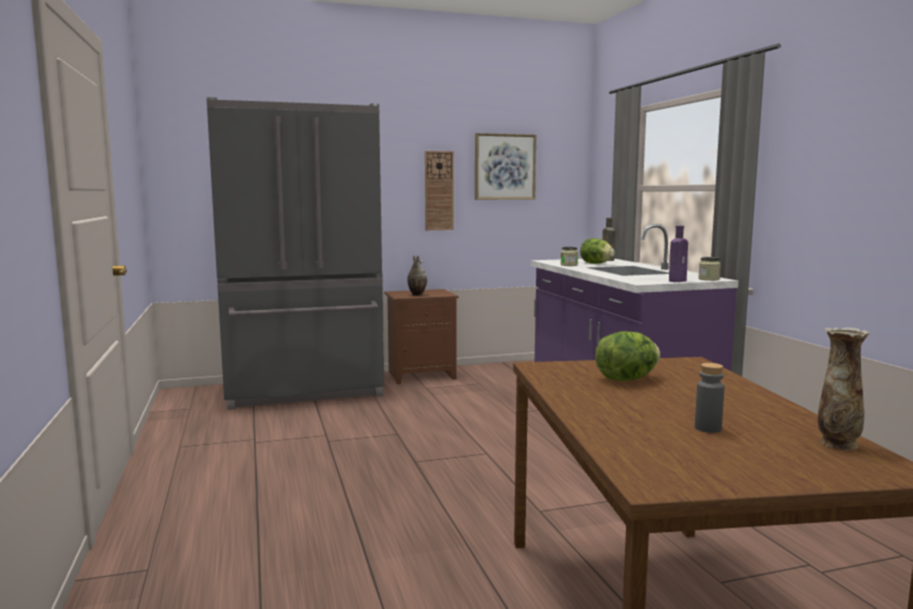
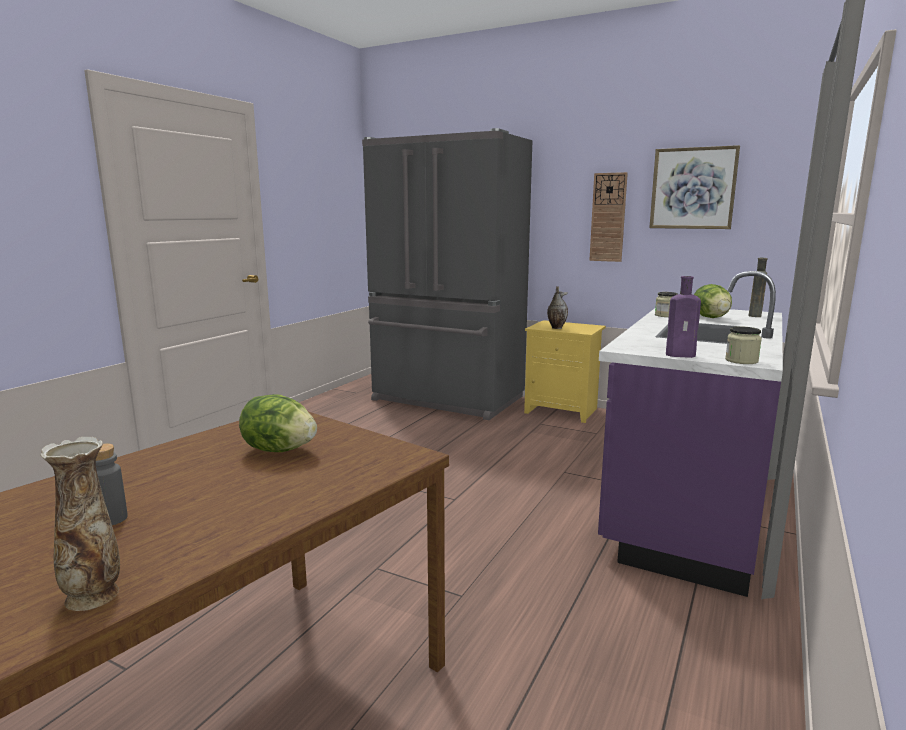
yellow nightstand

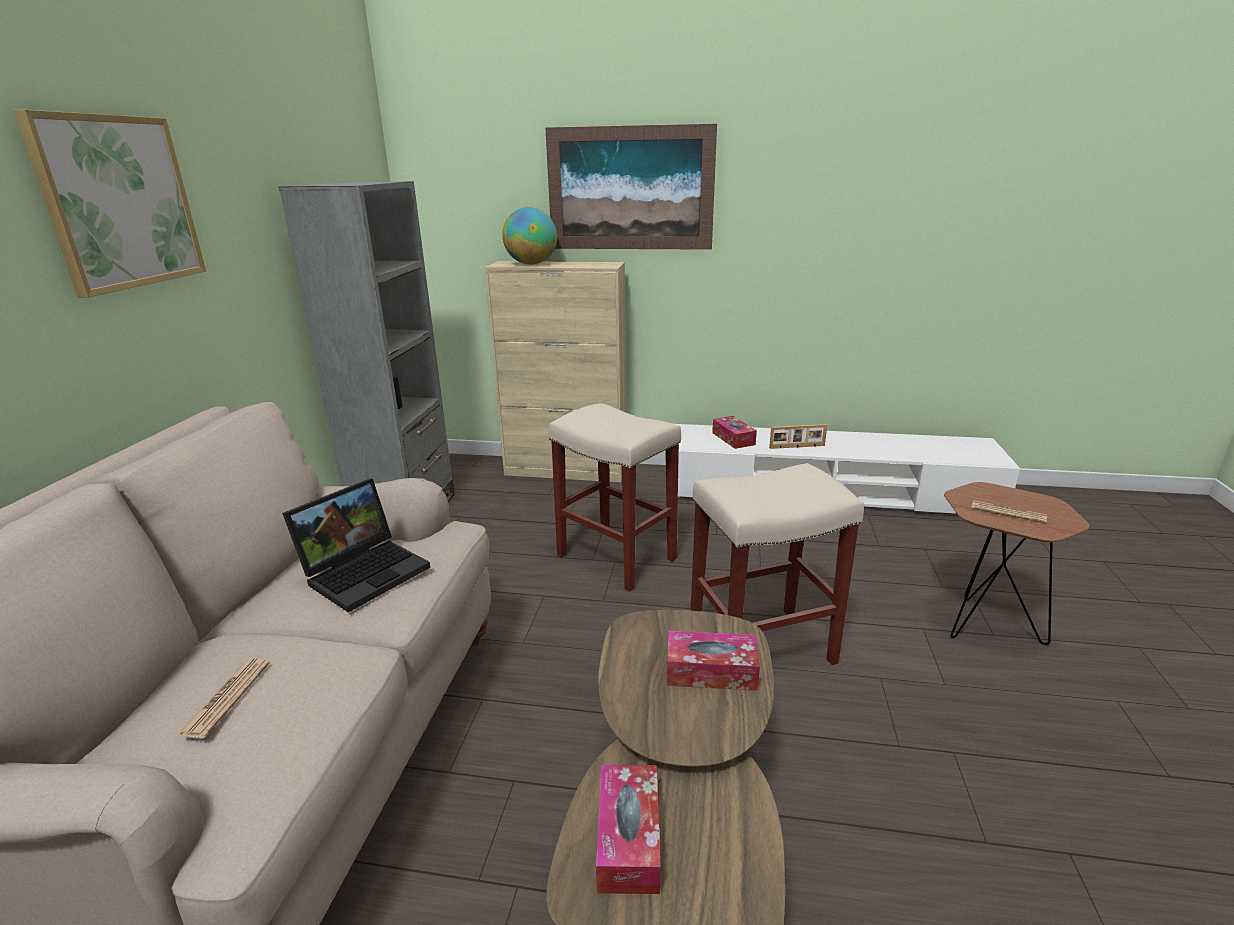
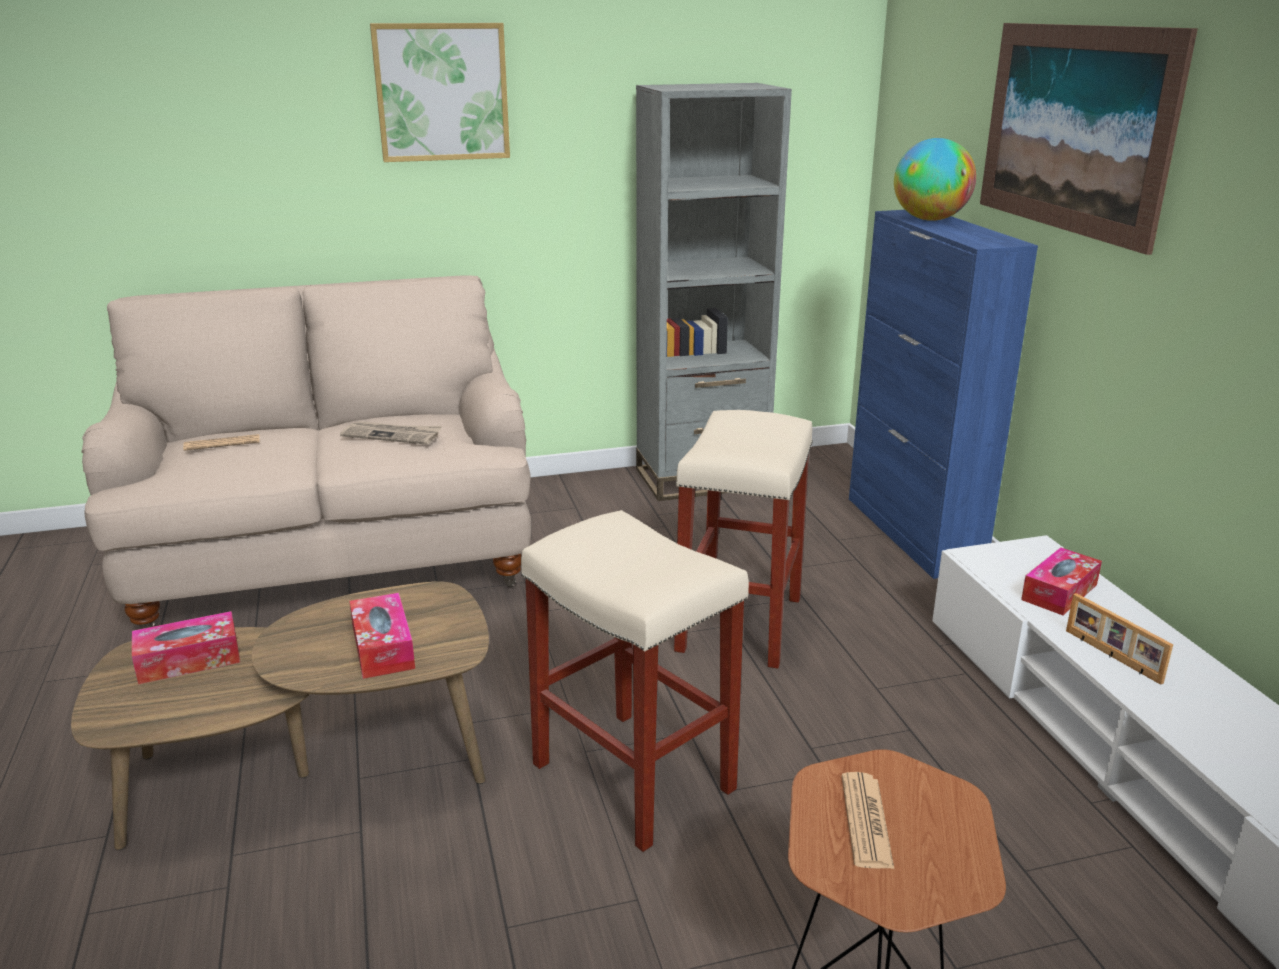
blue cabinet
newspaper (2nd from left)

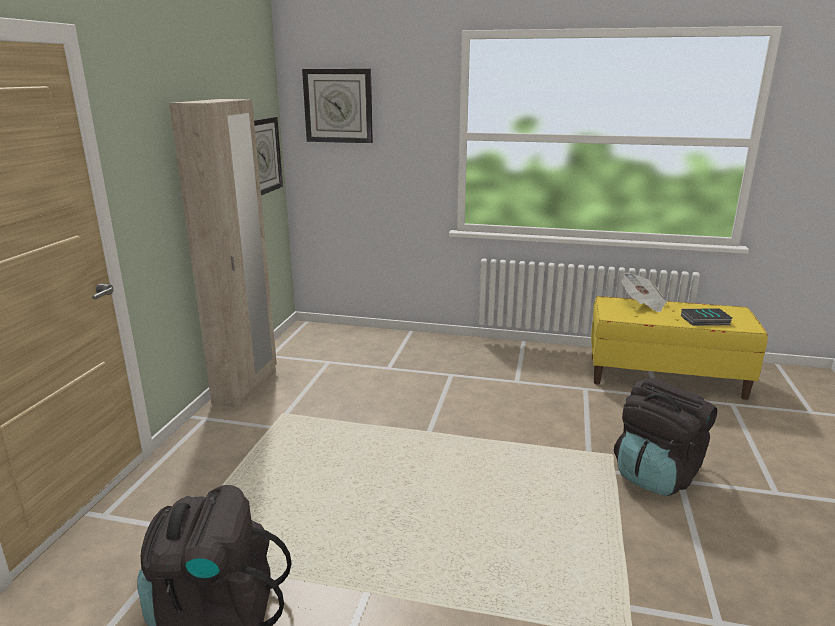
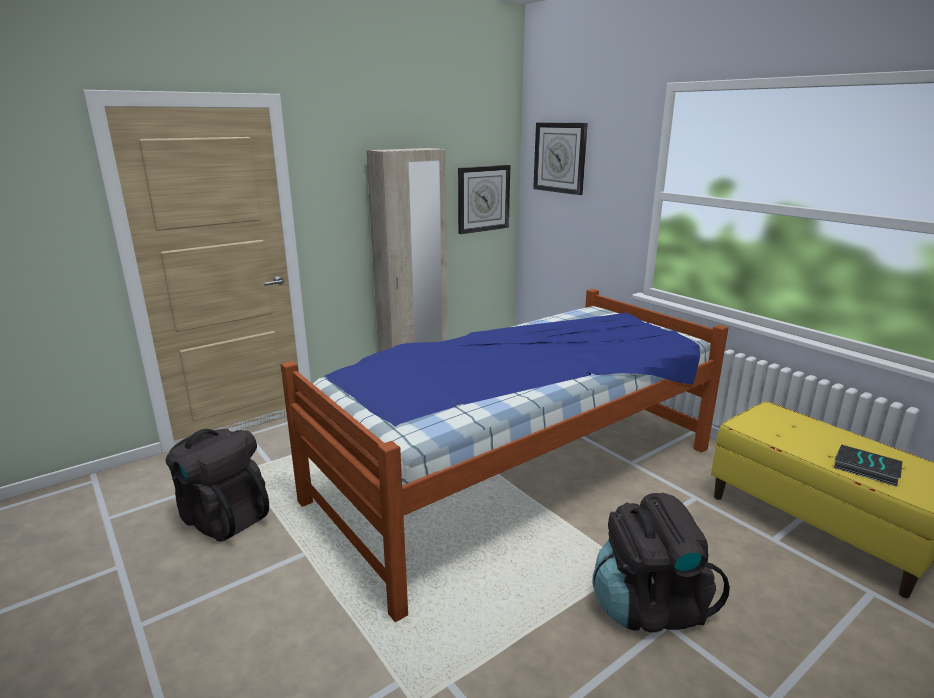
newspaper
bed

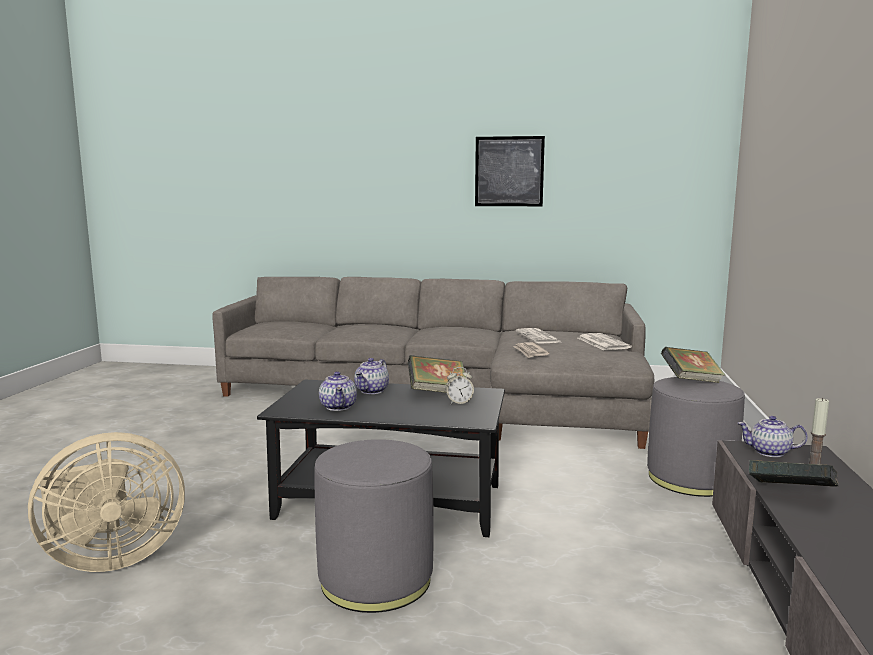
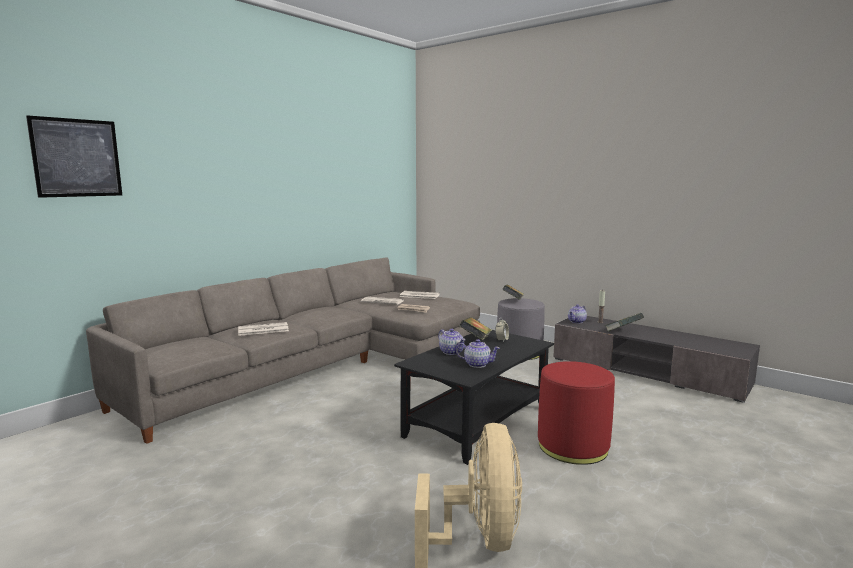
picture
red ottoman
newspaper (1st from left)

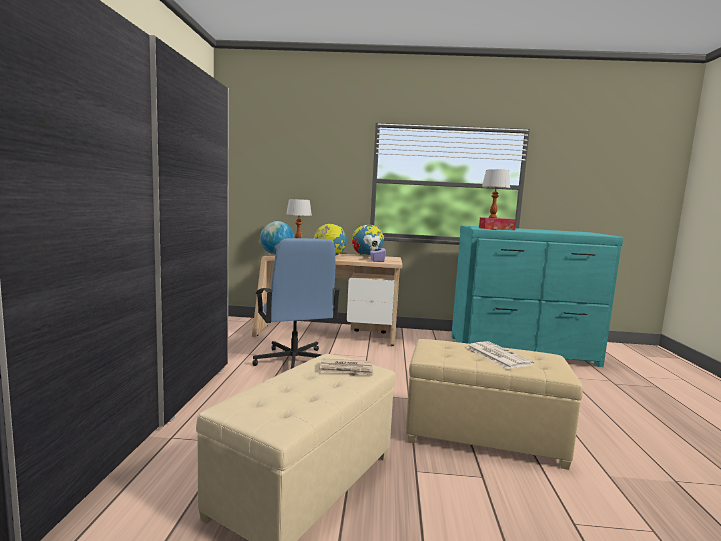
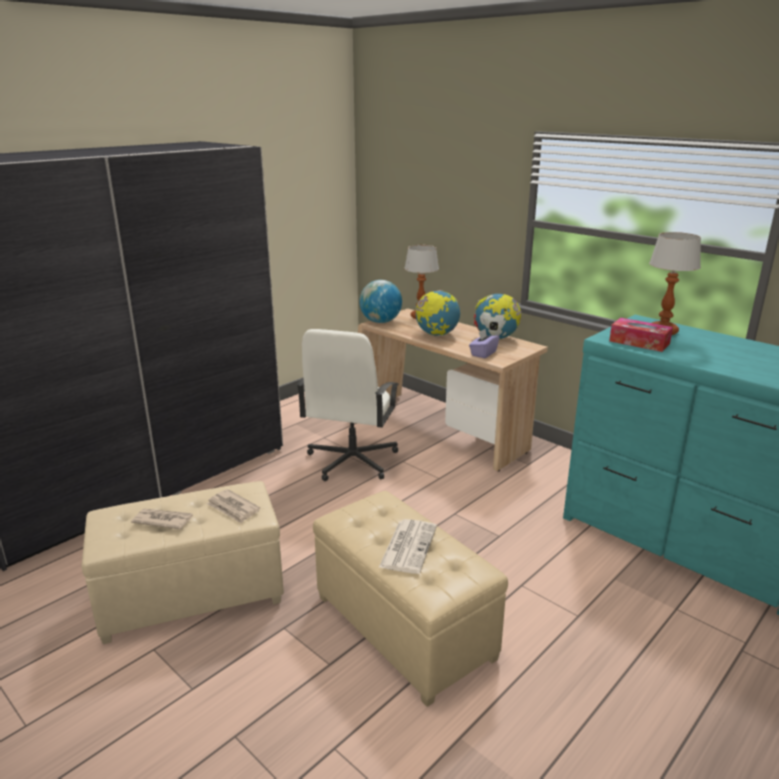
white office chair
newspaper (1st from left)

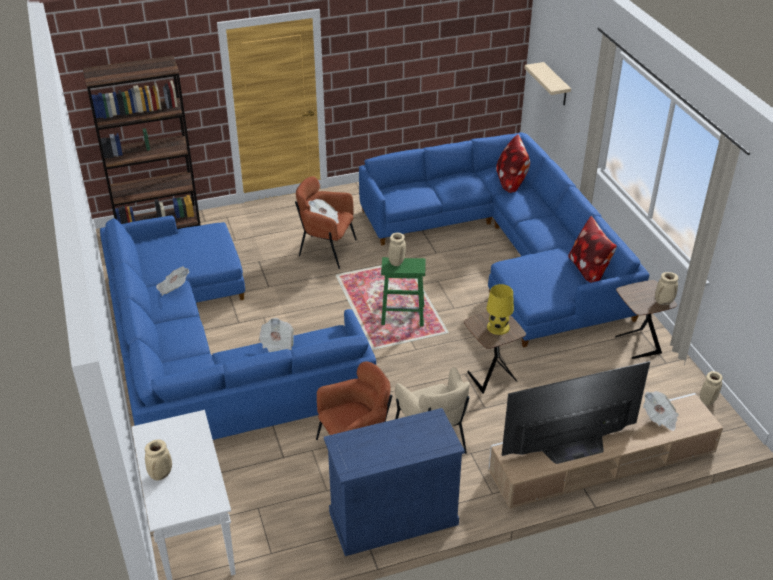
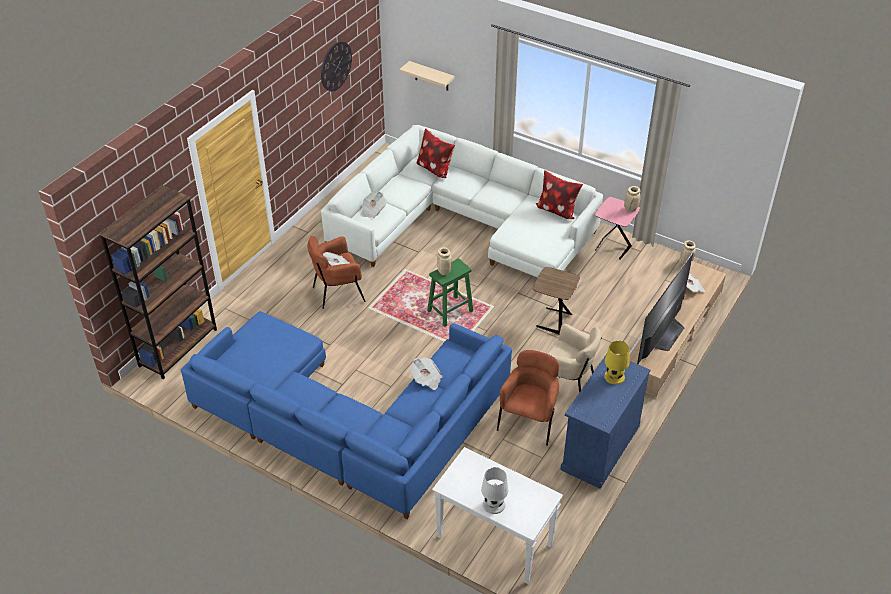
white sofa
newspaper (2nd from left)
pink side table
yellow table lamp
white table lamp
wall clock

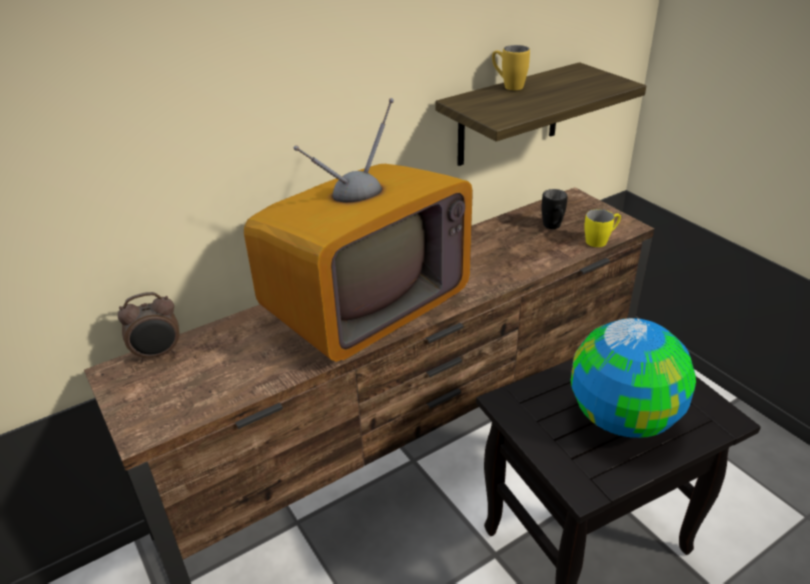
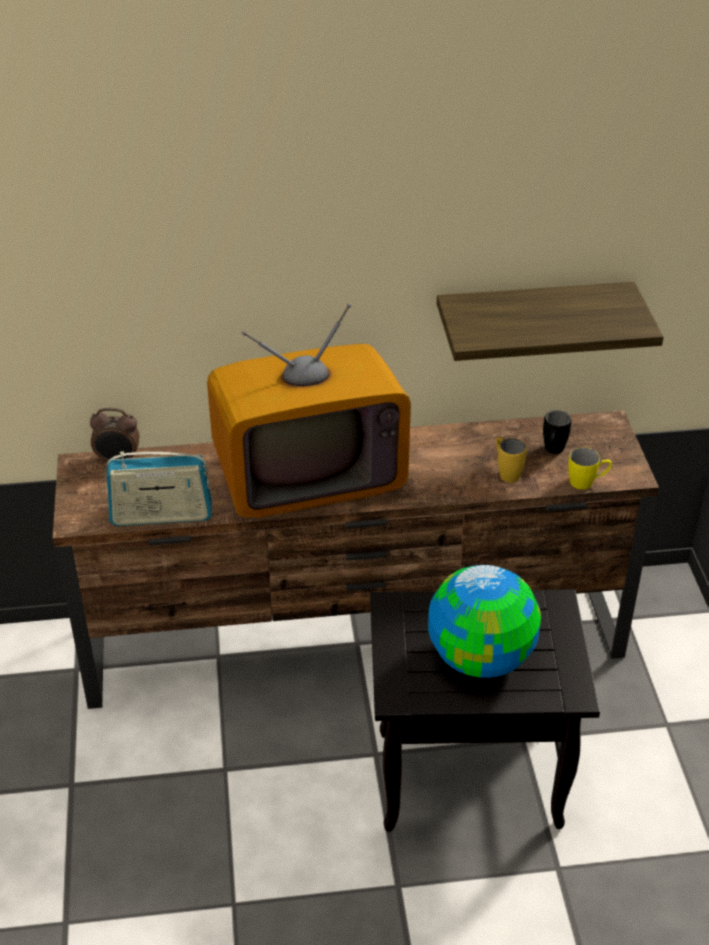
yellow mug (1st from left)
radio

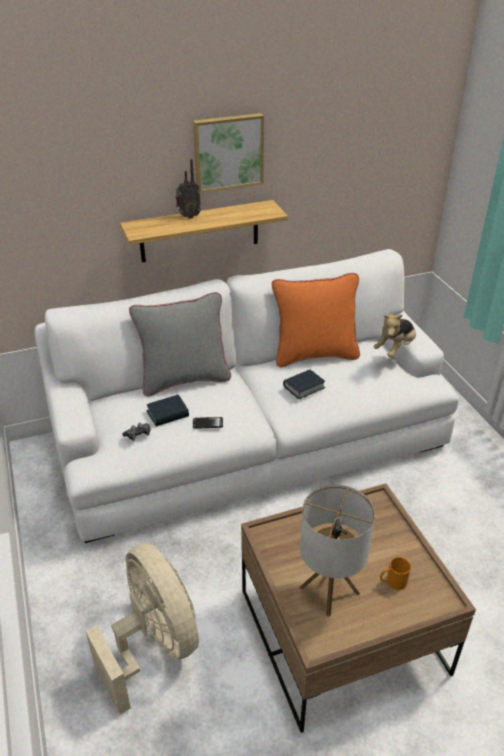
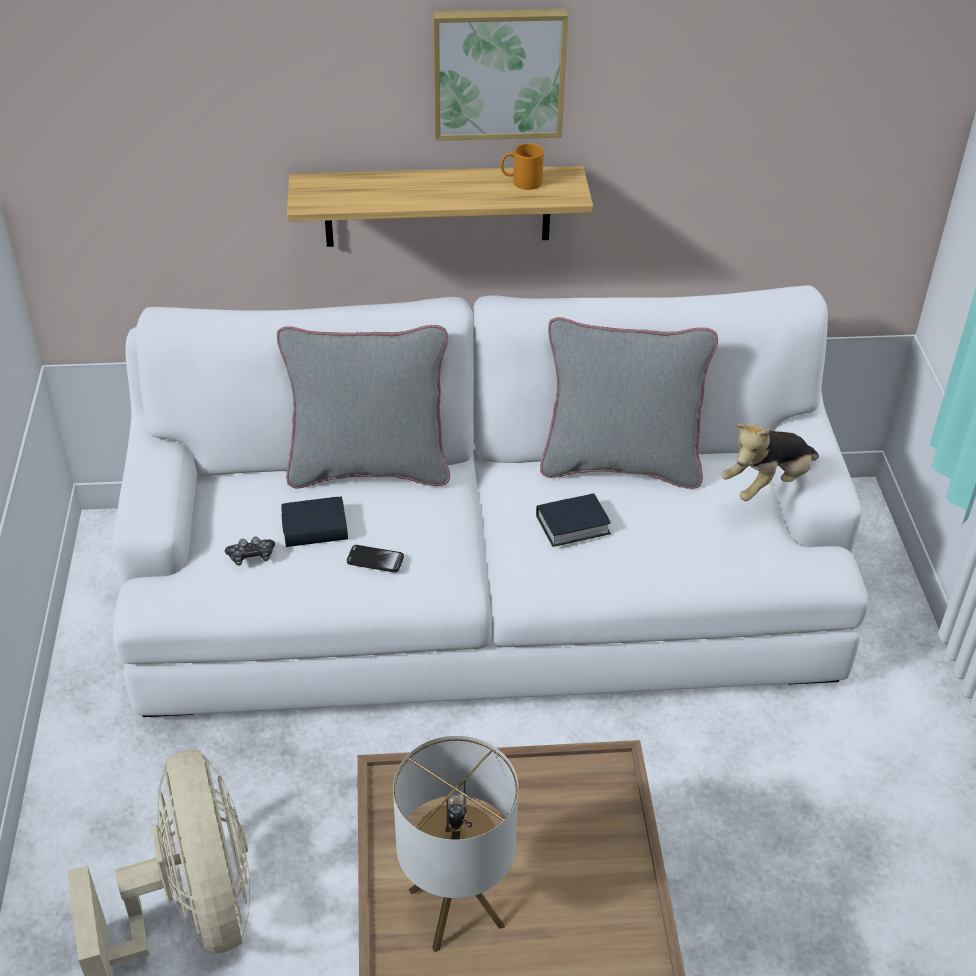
radio
grey pillow (2nd from left)
orange mug

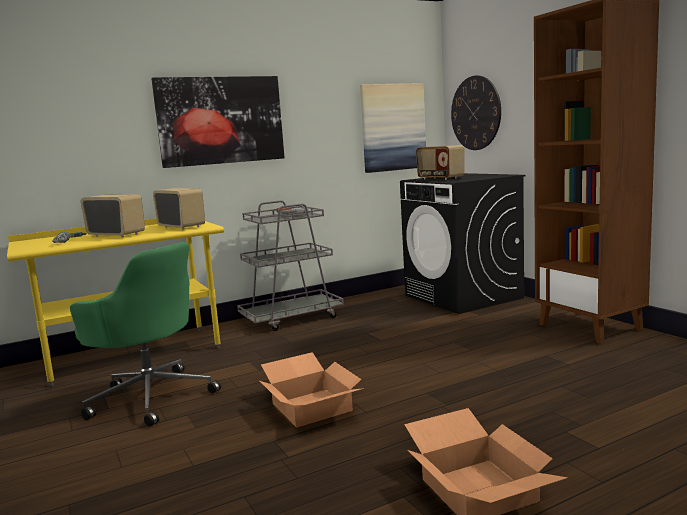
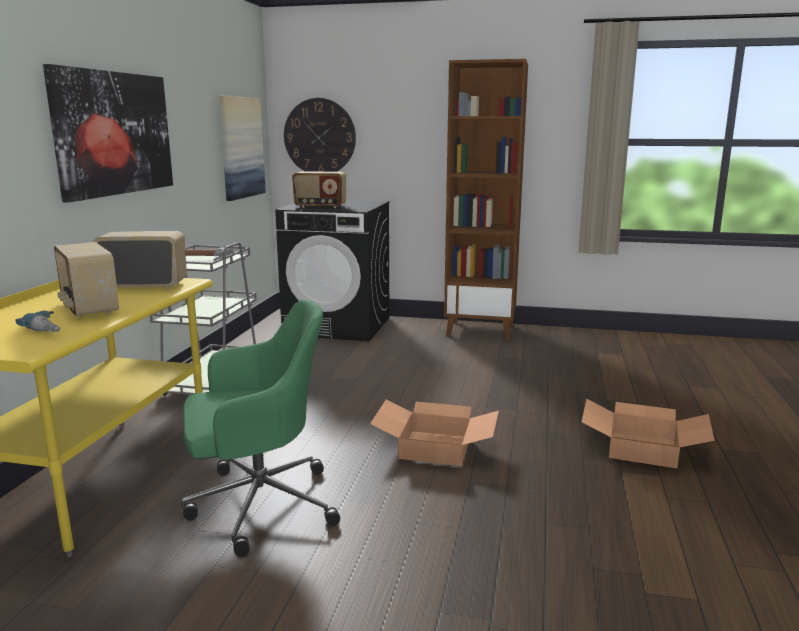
radio (1st from left)

